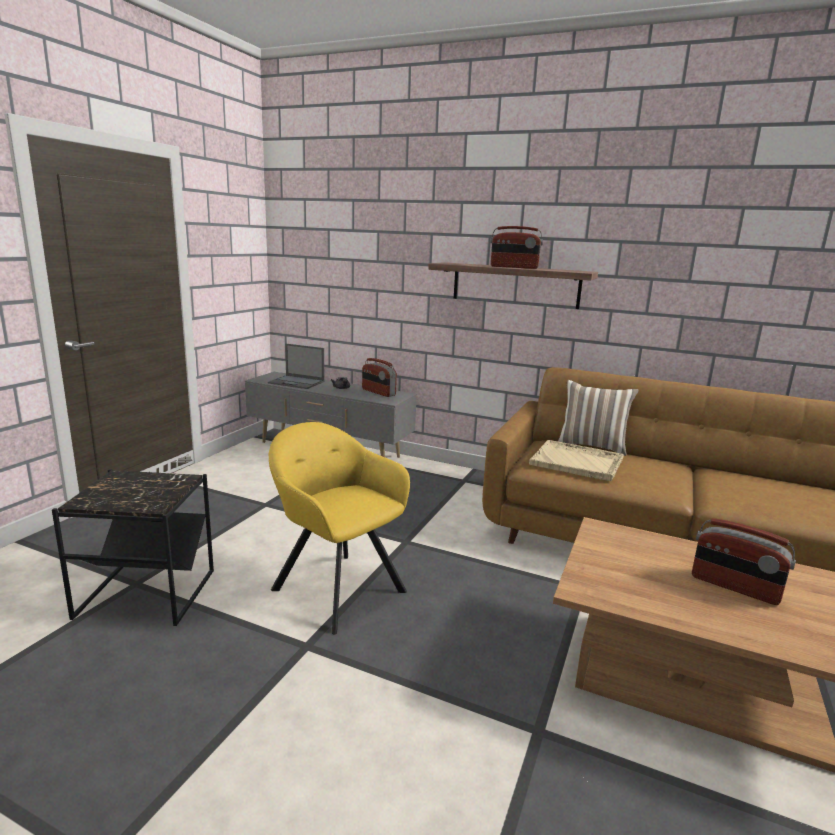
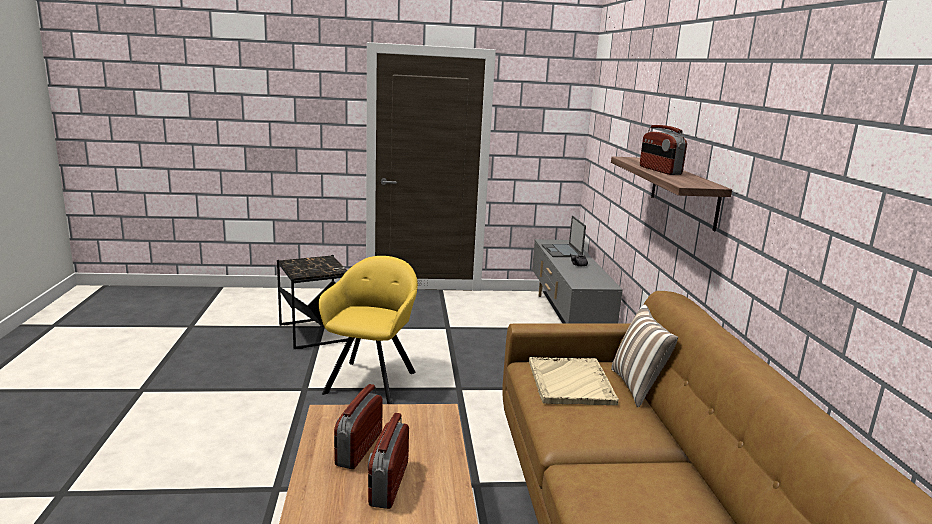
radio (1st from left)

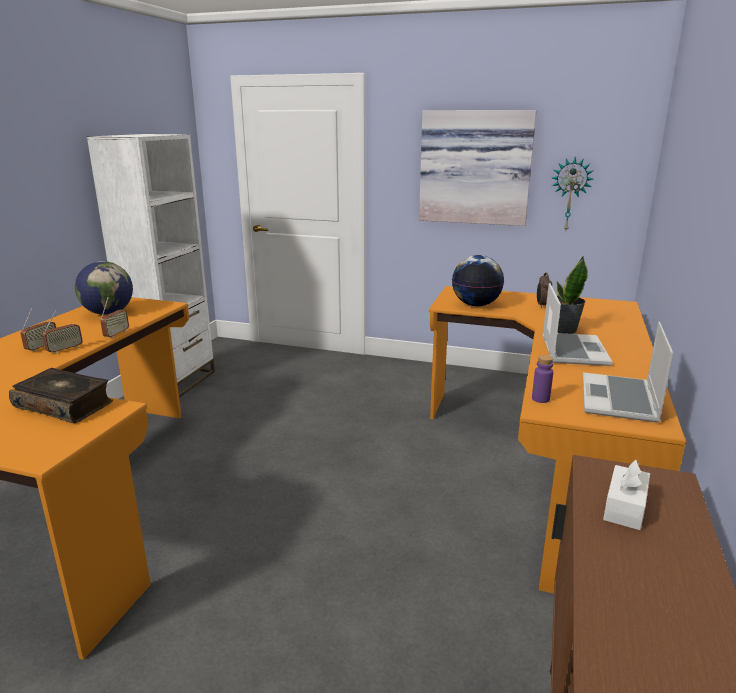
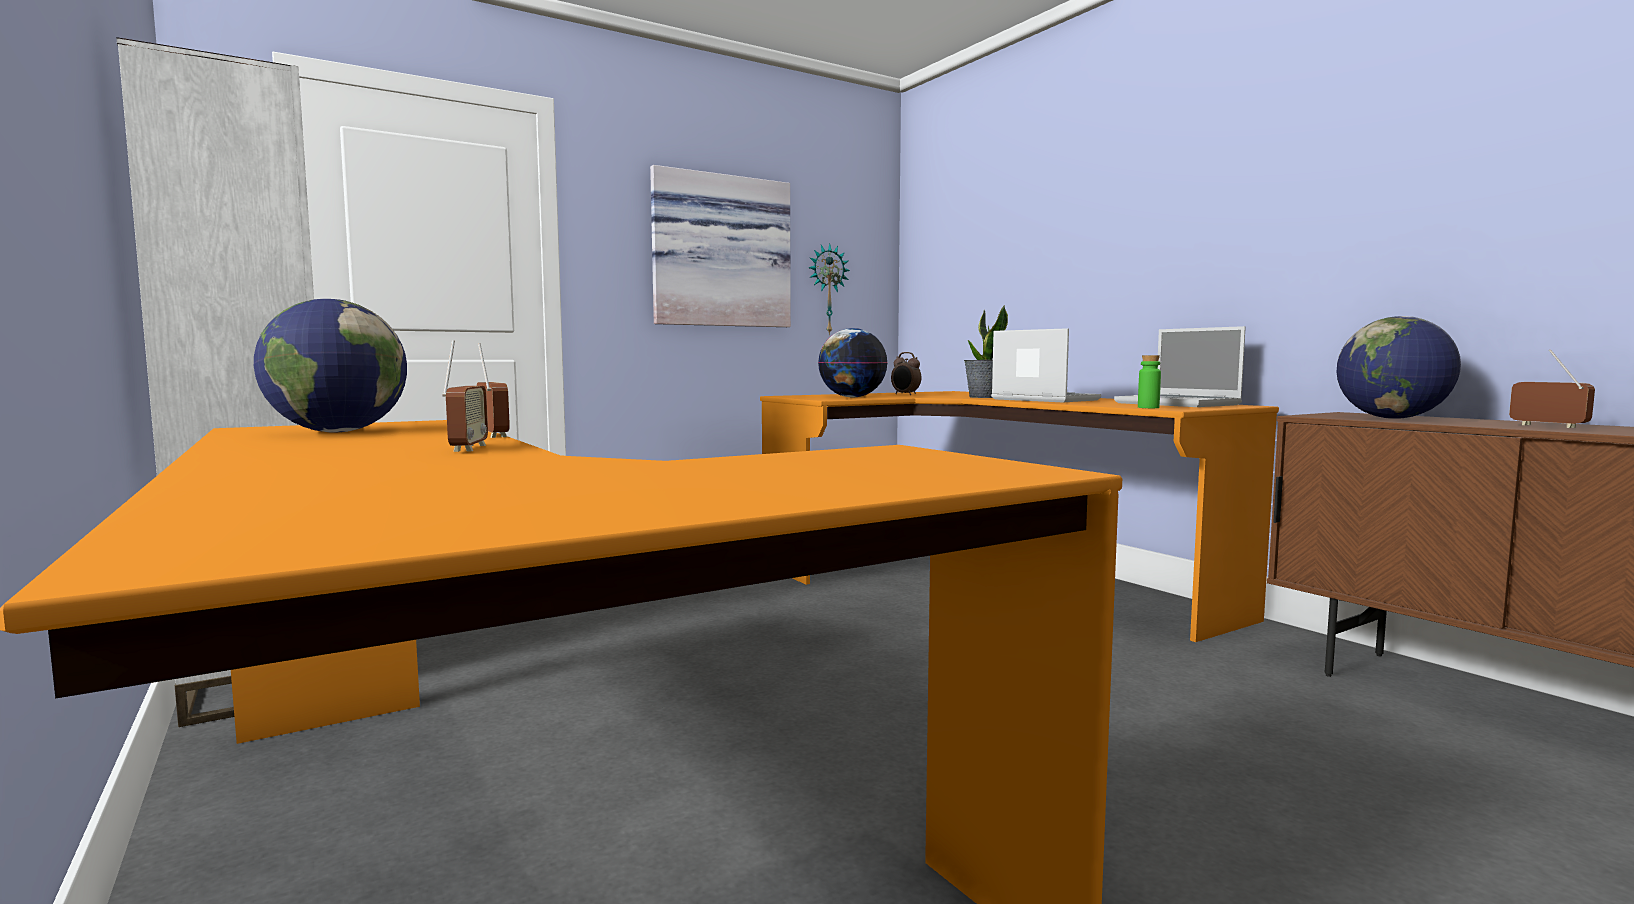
radio (3rd from left)
green bottle
book
globe (3rd from left)

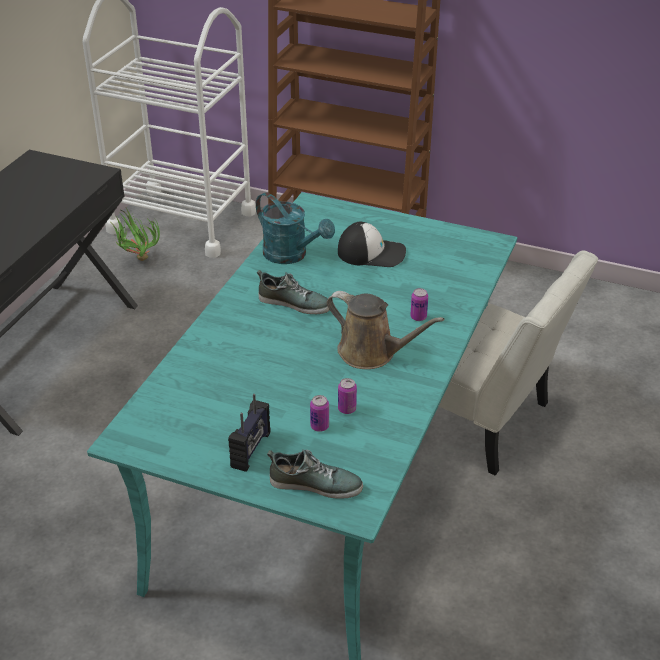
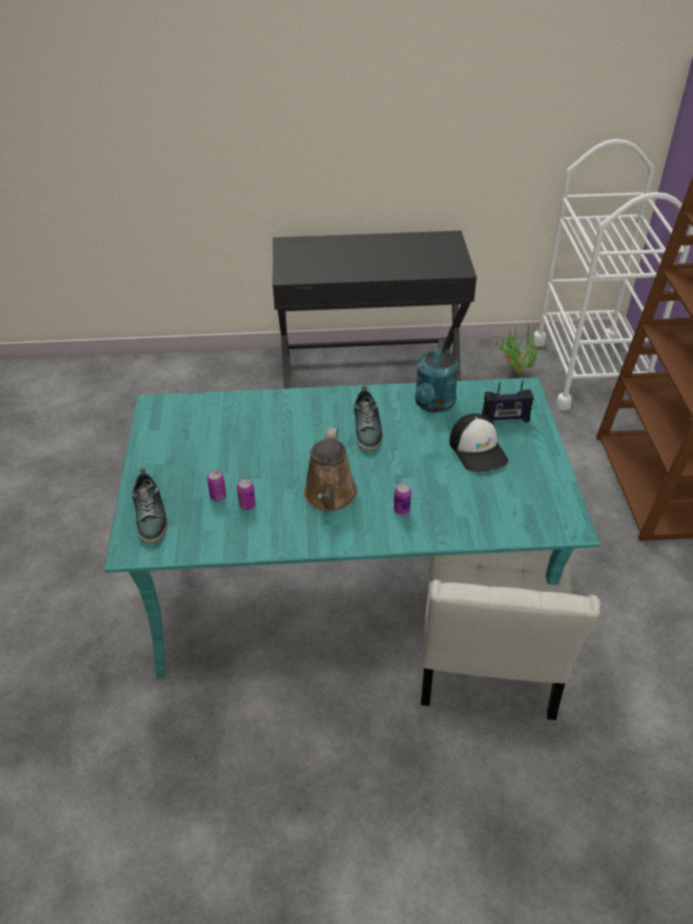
radio

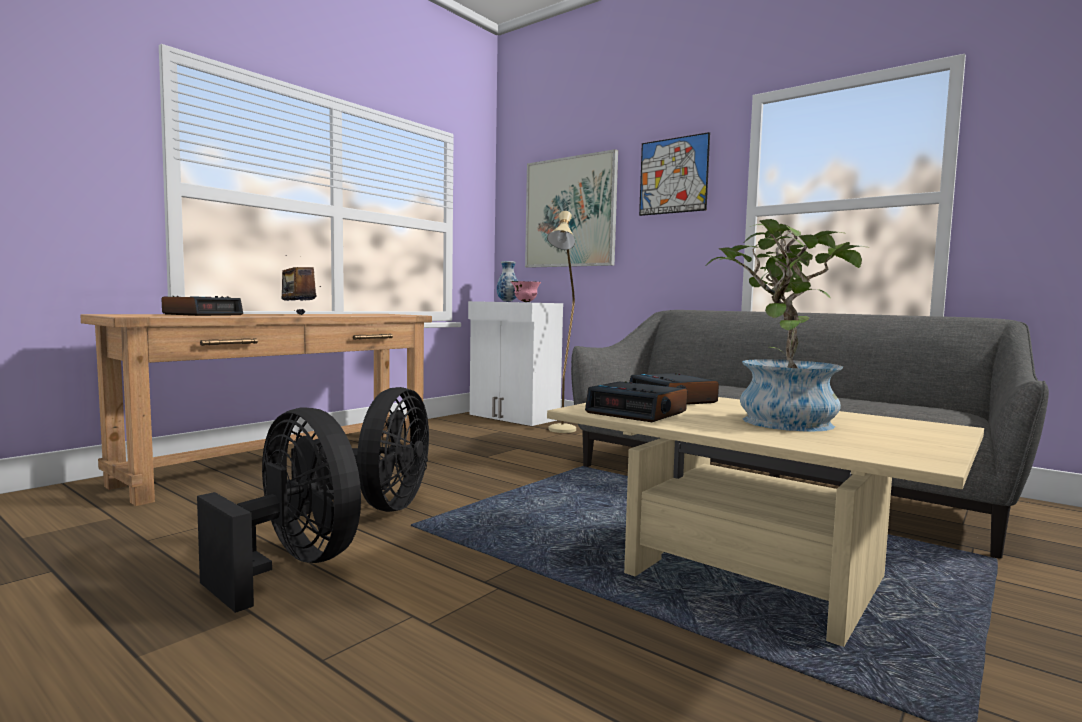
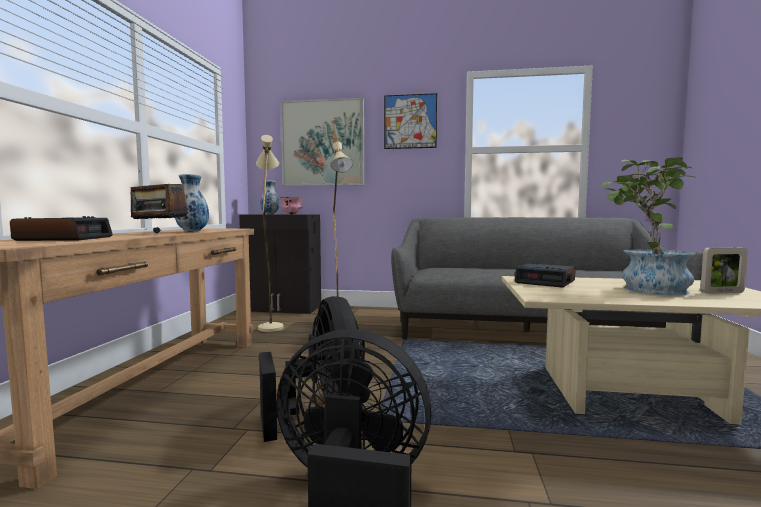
black cabinet
alarm clock (2nd from left in the first image)
beige floor lamp (1st from left)
vase (1st from left)
picture frame

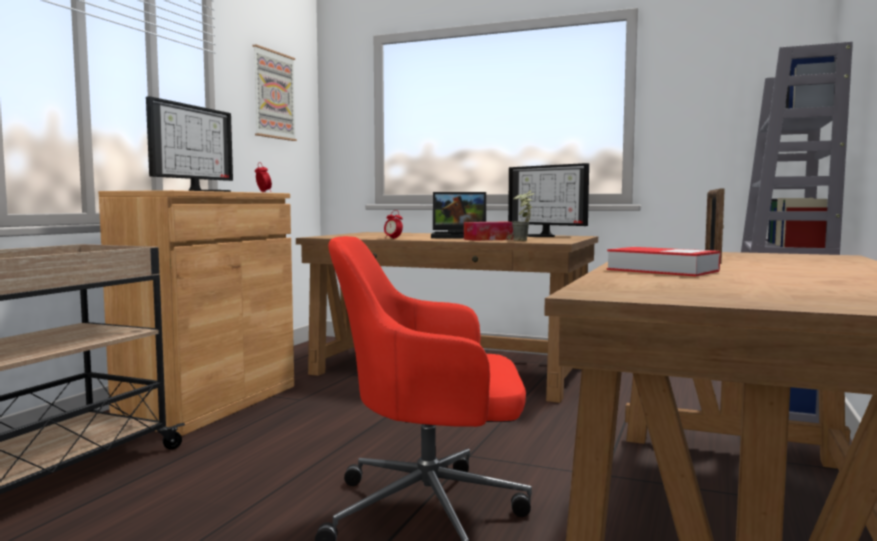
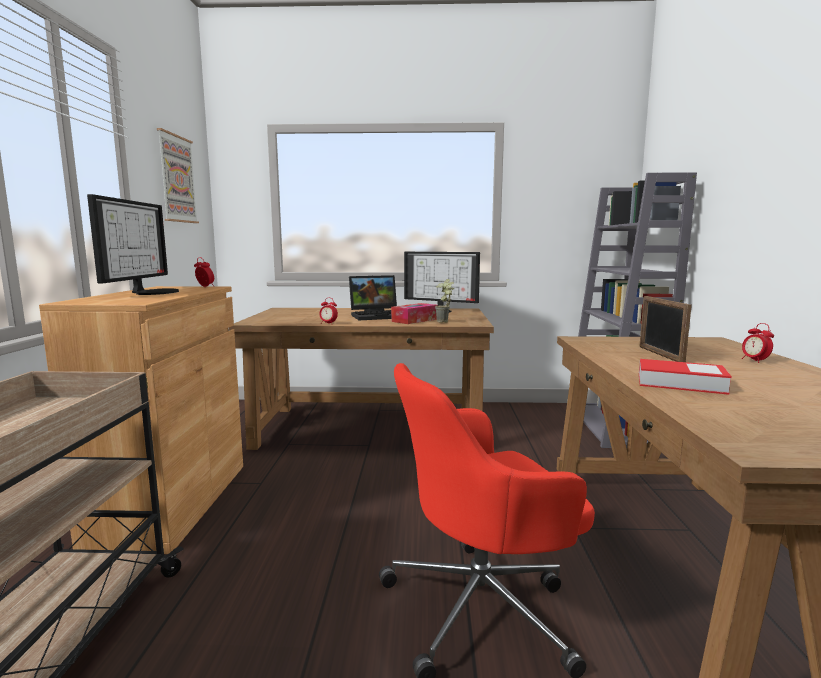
alarm clock (3rd from left)

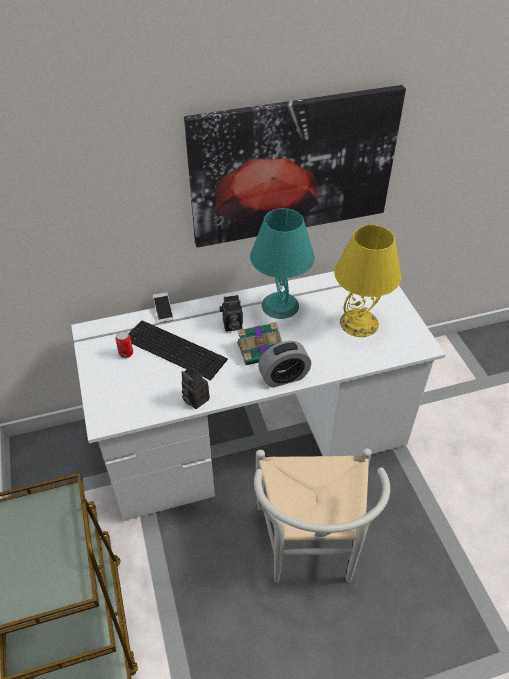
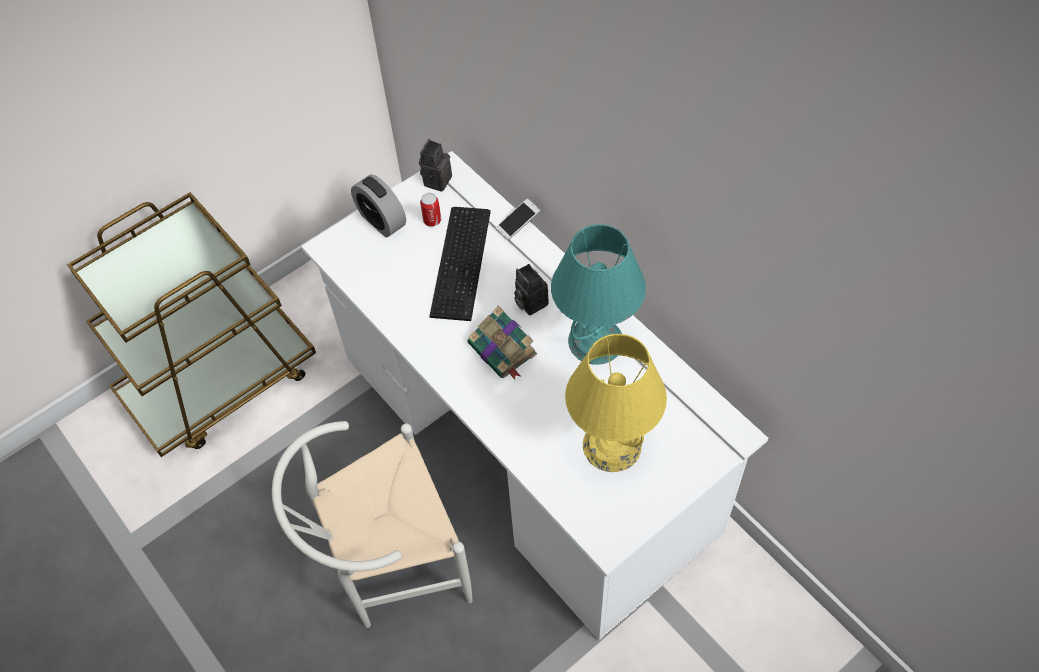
picture
alarm clock
photo camera (1st from left)

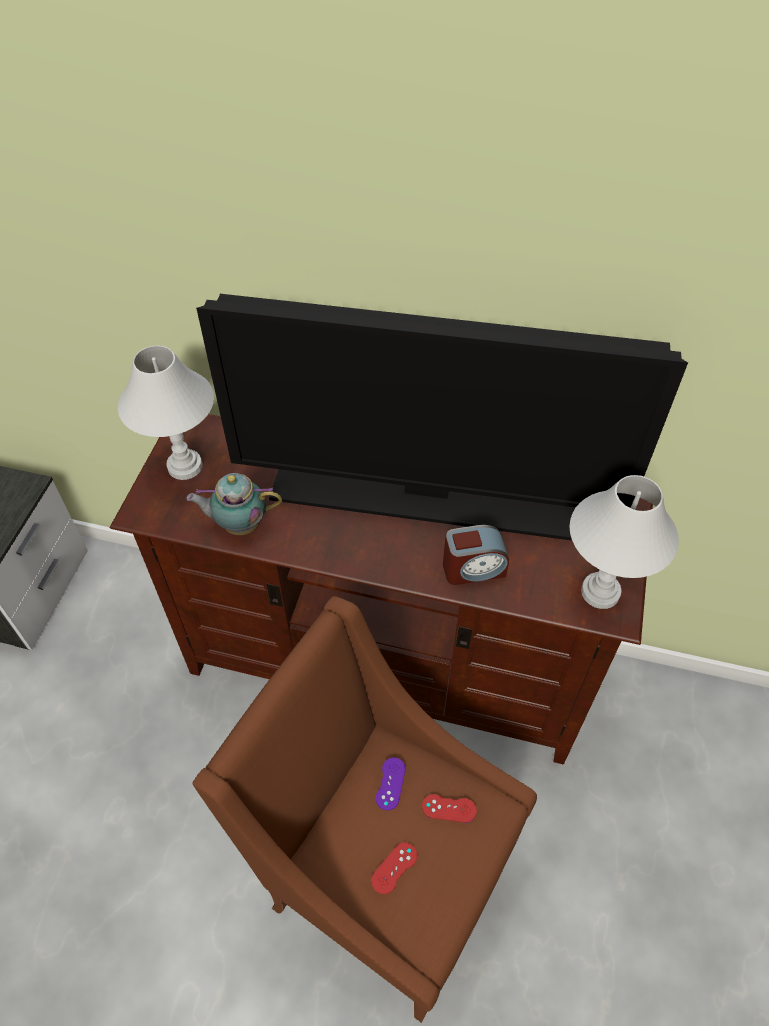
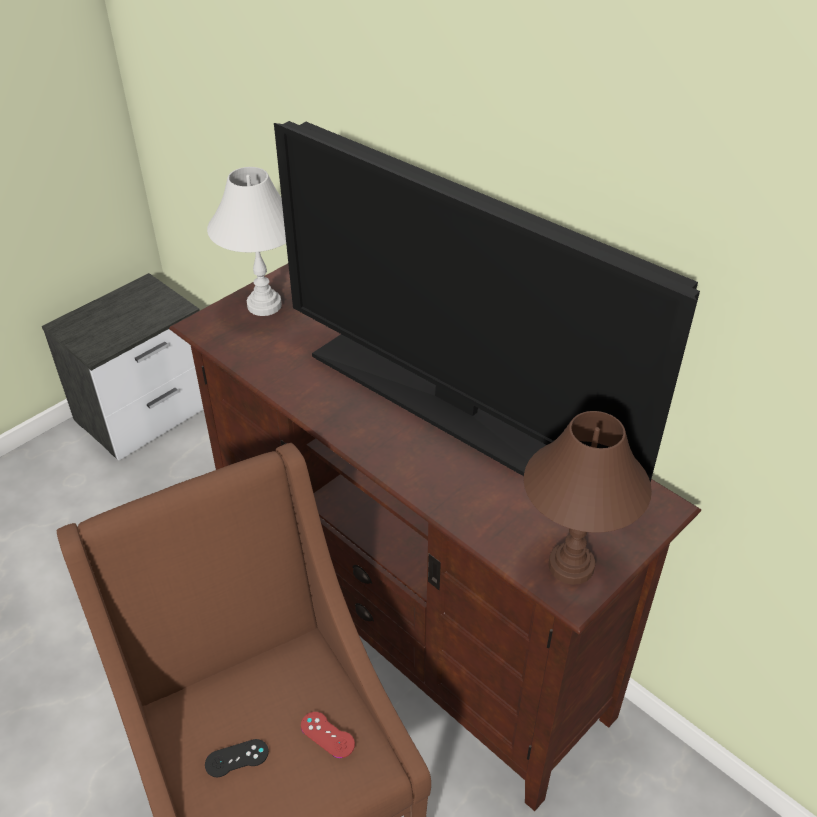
teapot
brown table lamp
alarm clock
purple game controller
black game controller

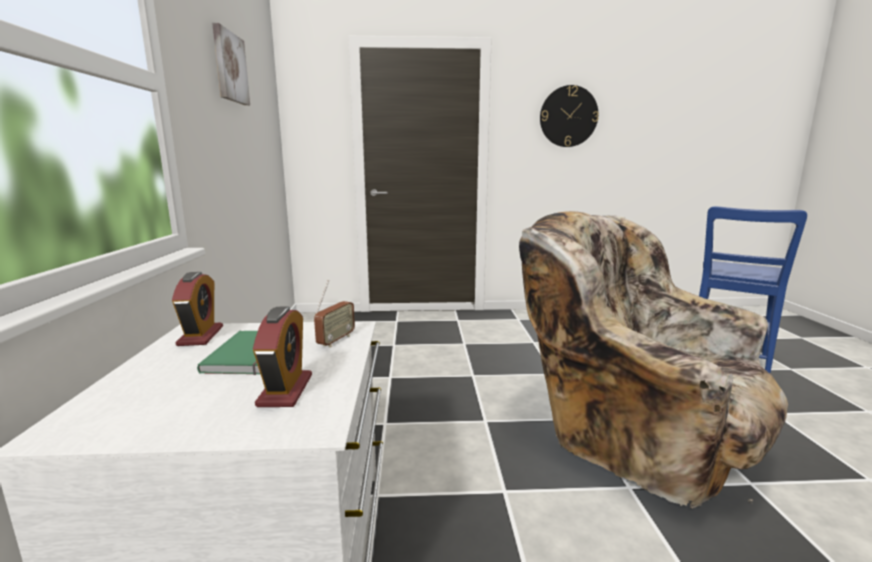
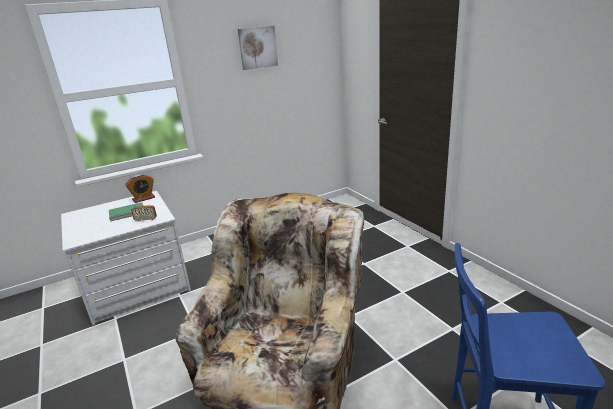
wall clock
alarm clock (2nd from left in the first image)

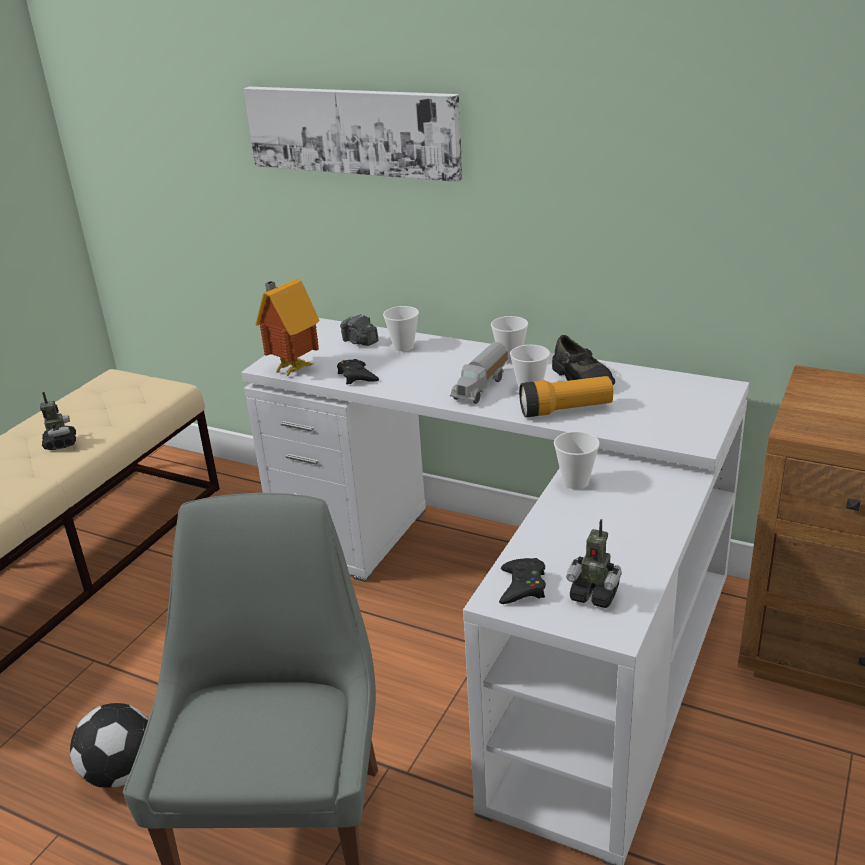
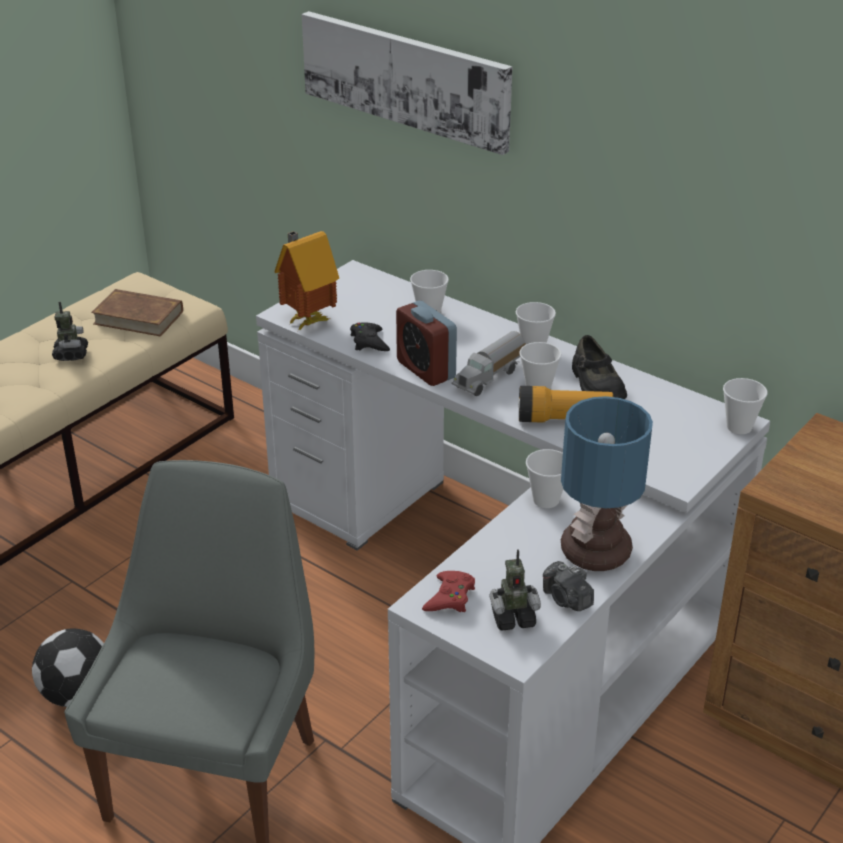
photo camera
toy robot (2nd from left)
red game controller
brown book
alarm clock
cup (5th from left)
table lamp

